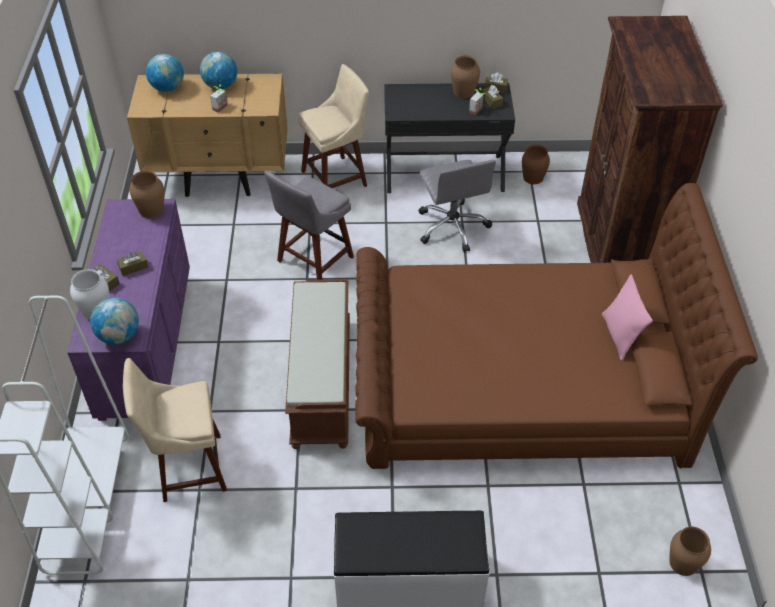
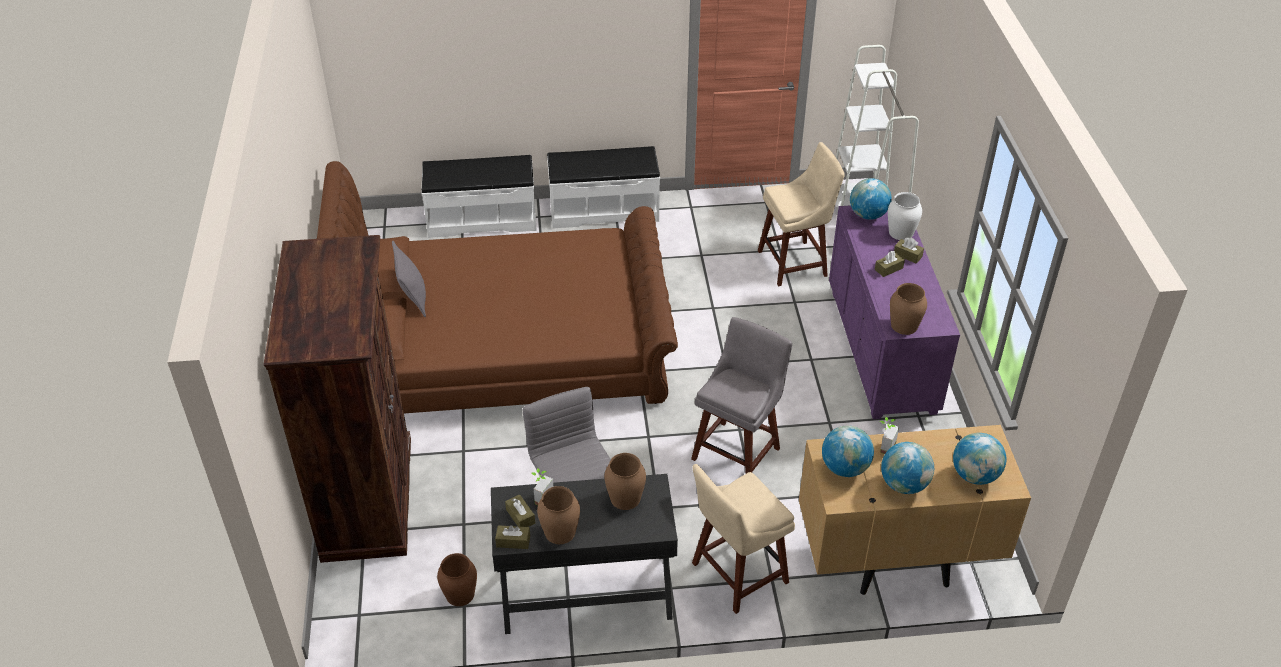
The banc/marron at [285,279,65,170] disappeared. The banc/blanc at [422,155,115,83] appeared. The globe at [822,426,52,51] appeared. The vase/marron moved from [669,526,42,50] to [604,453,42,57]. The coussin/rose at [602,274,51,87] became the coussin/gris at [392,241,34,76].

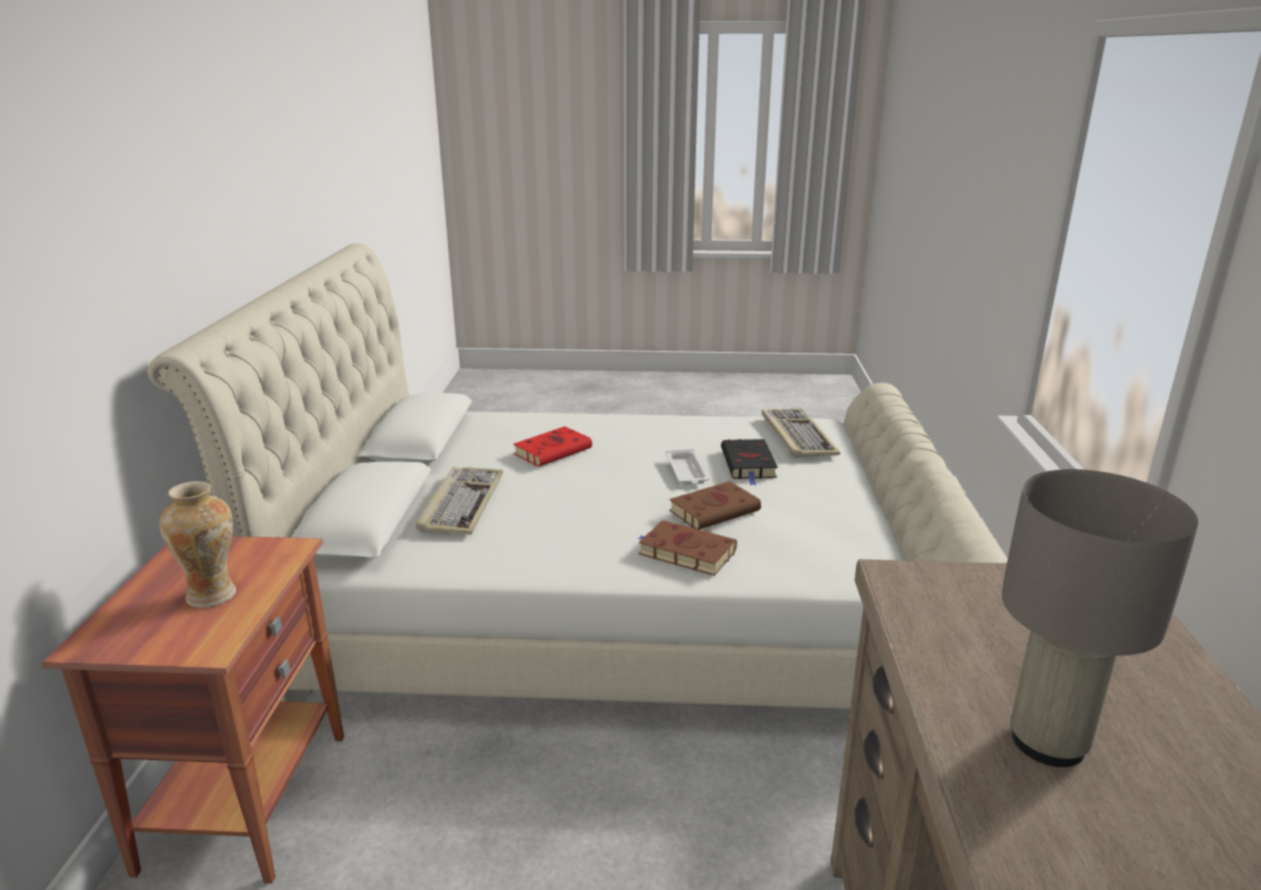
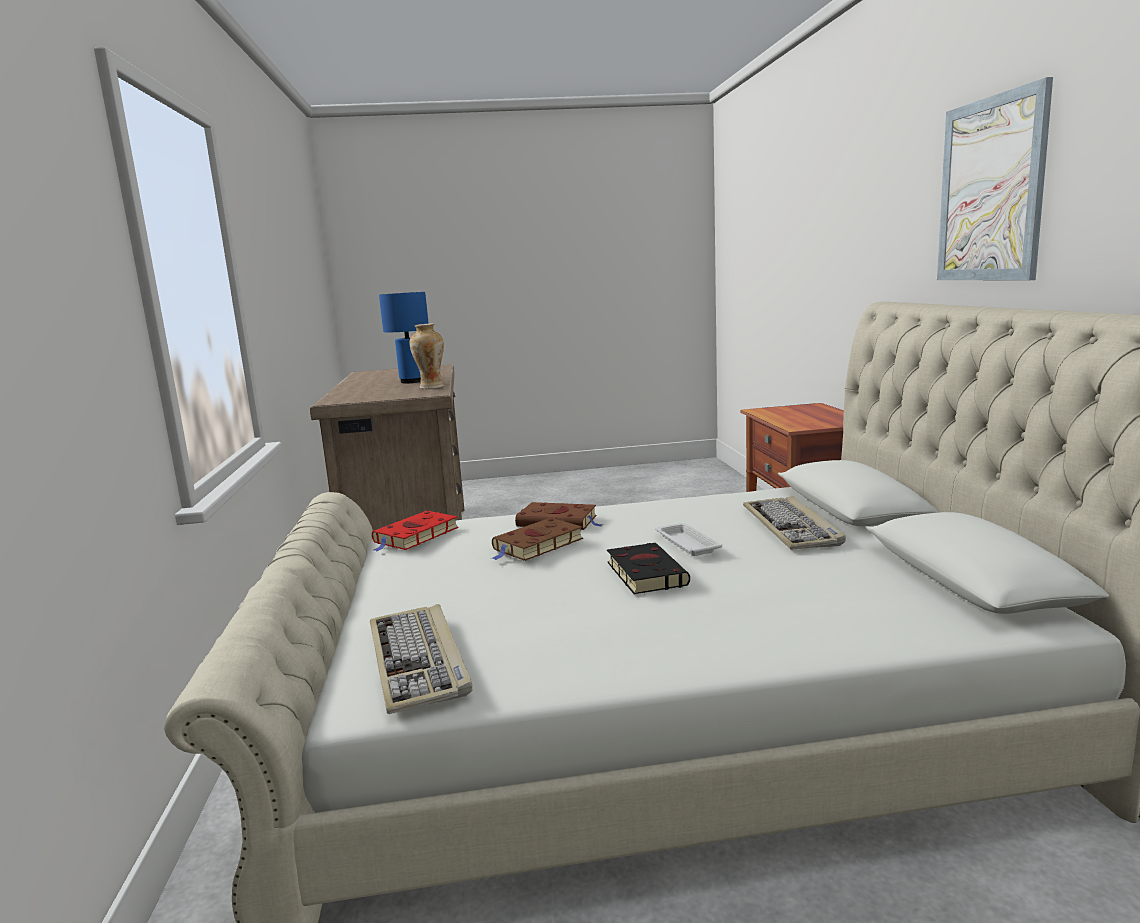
The tableau at [937,77,116,203] appeared. The vase moved from [159,481,77,127] to [409,323,35,66]. The livre/rouge moved from [513,426,79,41] to [372,511,87,41]. The plateau/blanc moved from [666,449,44,36] to [655,523,67,33]. The livre/noir moved from [721,439,57,46] to [607,543,83,51]. The lampe de table/gris at [1002,469,196,298] became the lampe de table/bleu at [379,292,50,91].

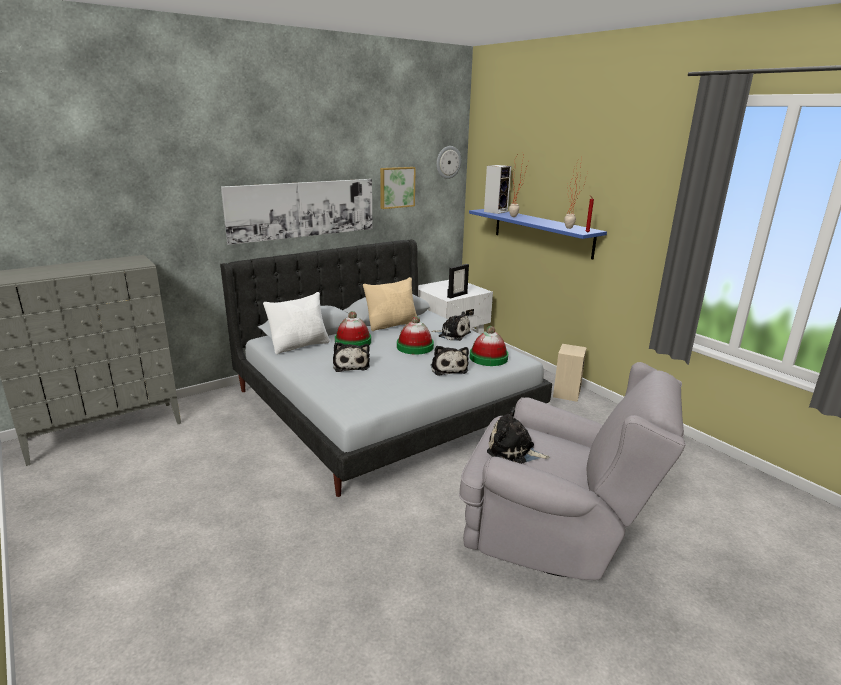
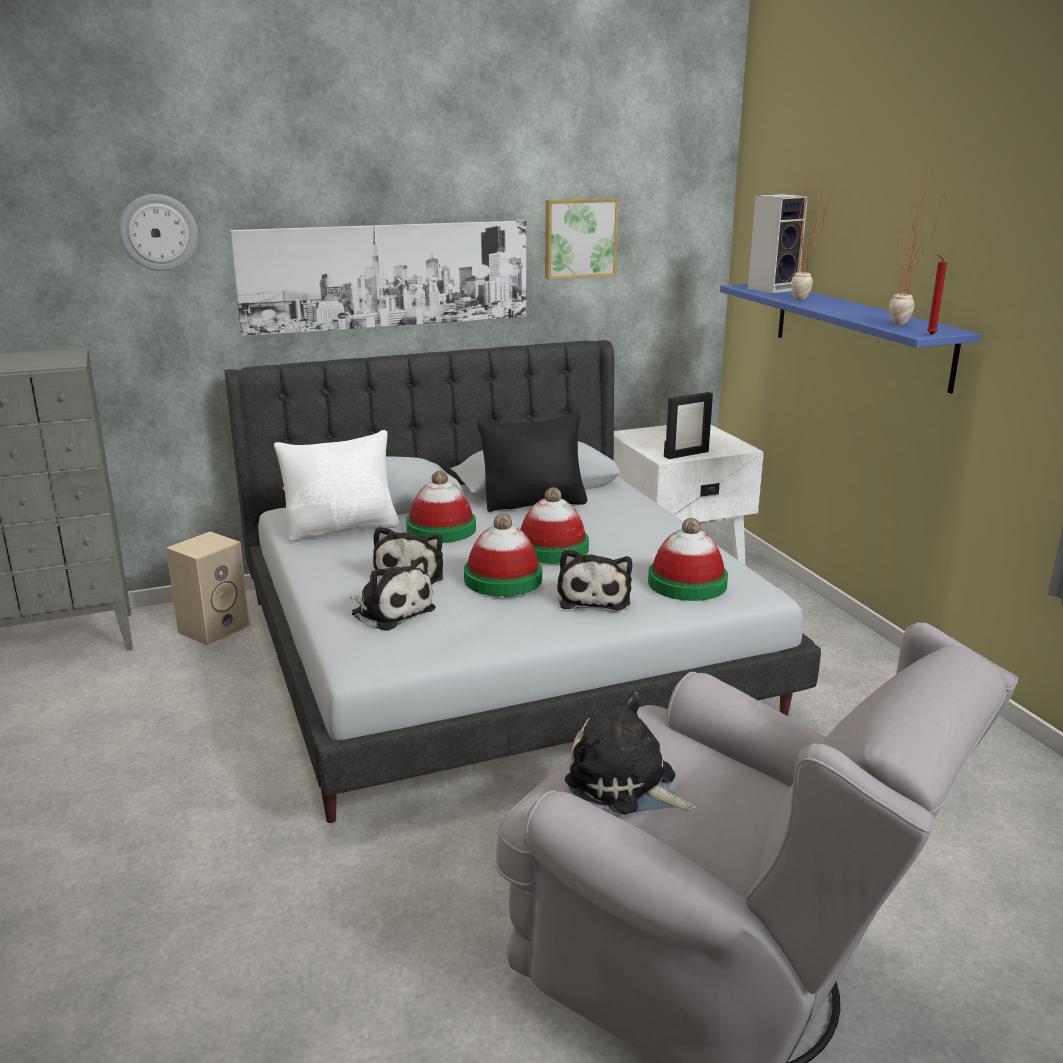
The chapeau at [464,514,78,83] appeared. The peluche moved from [431,311,40,30] to [350,557,86,74]. The horloge murale moved from [437,146,24,33] to [119,194,79,77]. The enceinte/beige moved from [553,344,34,58] to [166,531,84,115]. The coussin/beige at [363,277,54,54] became the coussin/noir at [477,412,110,100].

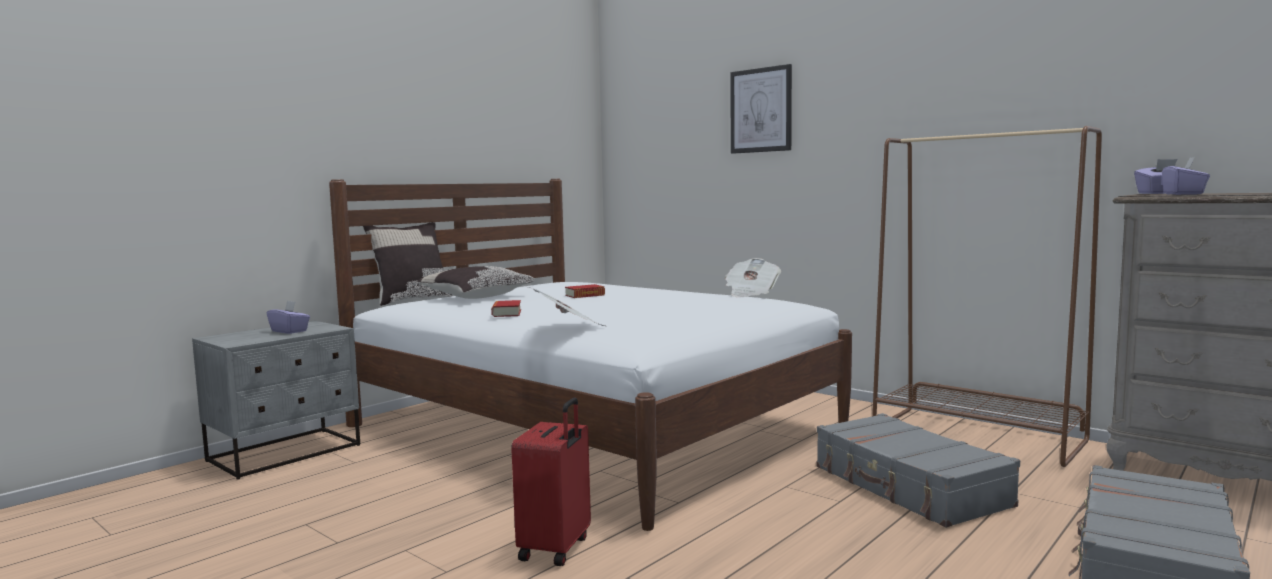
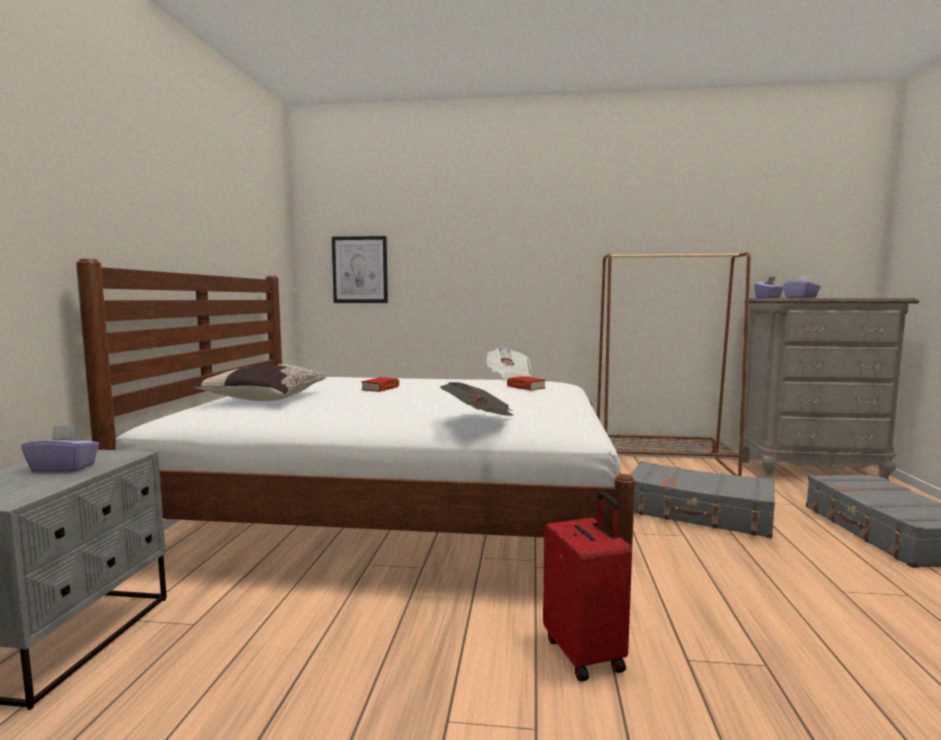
The coussin at [363,222,91,84] disappeared. The livre moved from [491,300,30,17] to [507,376,38,14]. The tableau moved from [730,64,62,90] to [332,236,56,67].

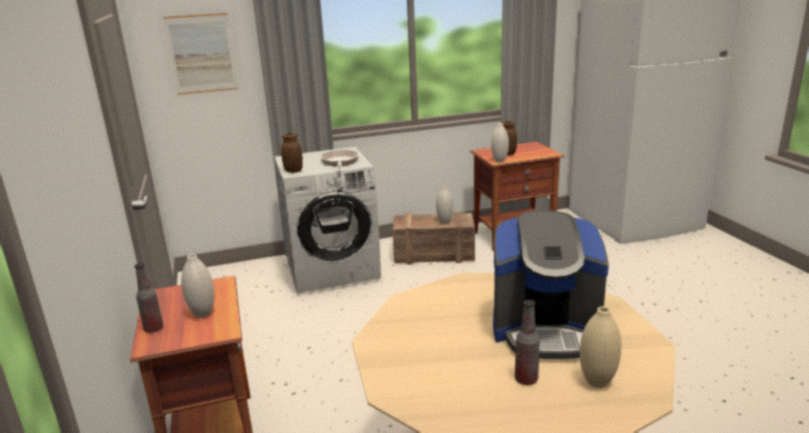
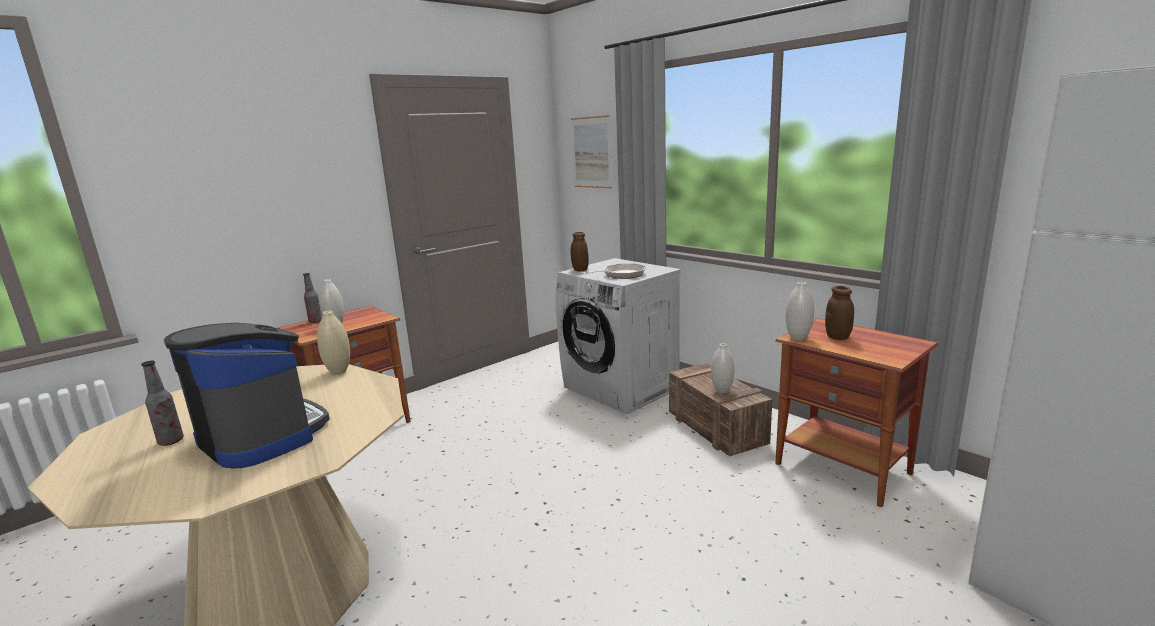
The vase/beige moved from [580,306,41,82] to [317,311,33,64]. The machine à café at [493,210,116,149] turned 150 degrees clockwise.

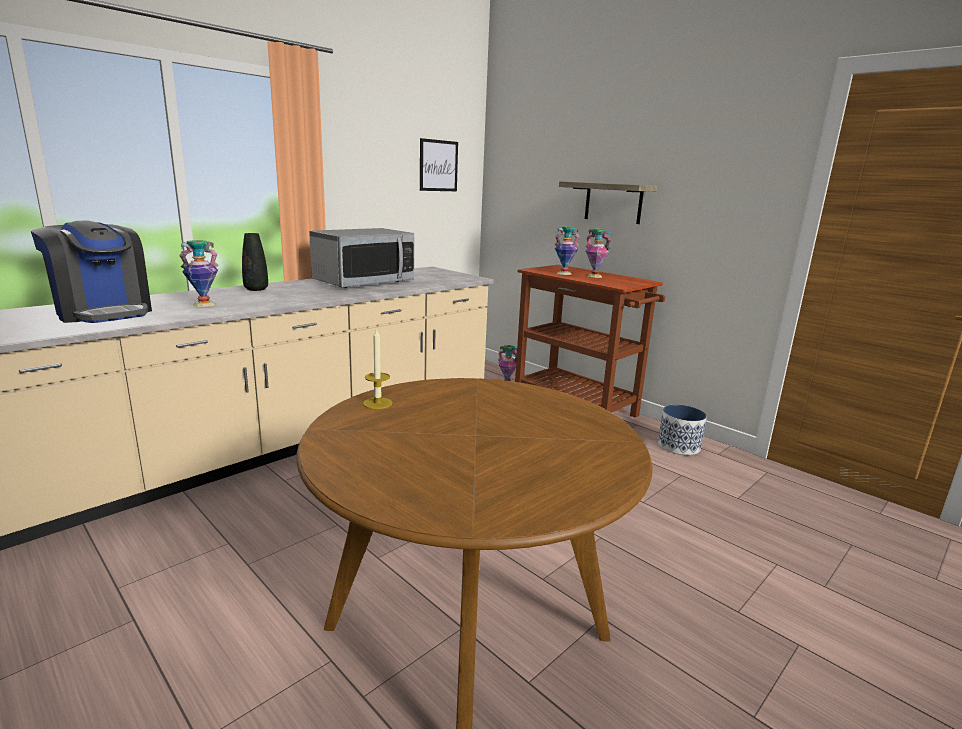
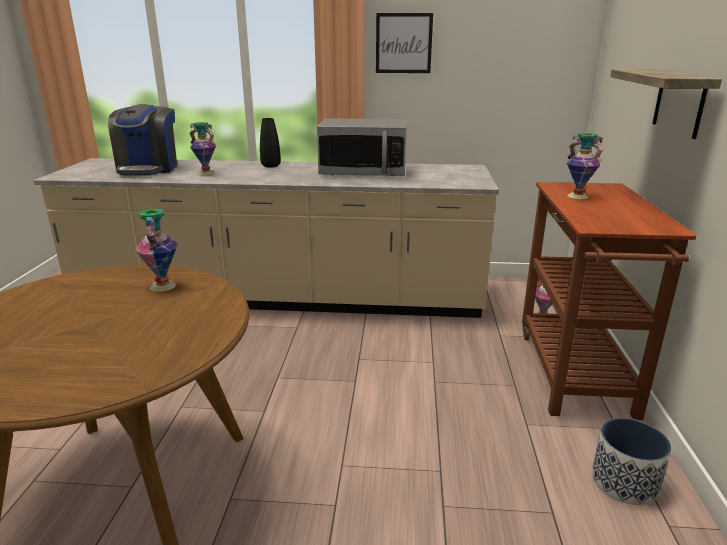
The bougie at [363,328,30,81] disappeared. The tableau moved from [420,138,38,53] to [376,13,57,60]. The vase moved from [585,229,26,49] to [135,209,43,83].

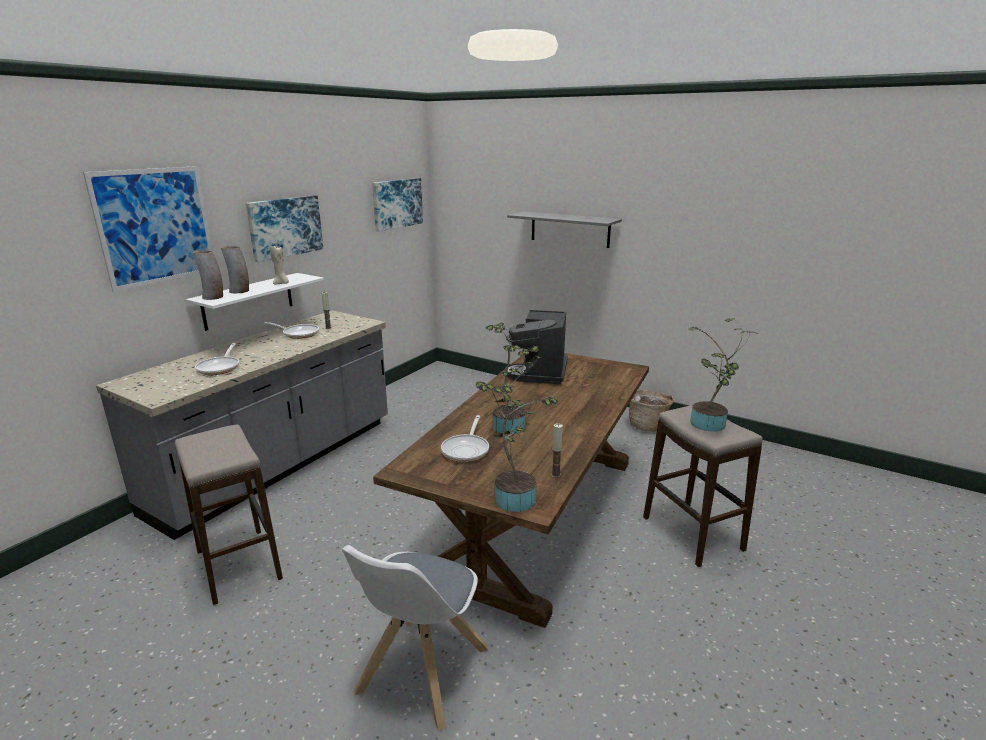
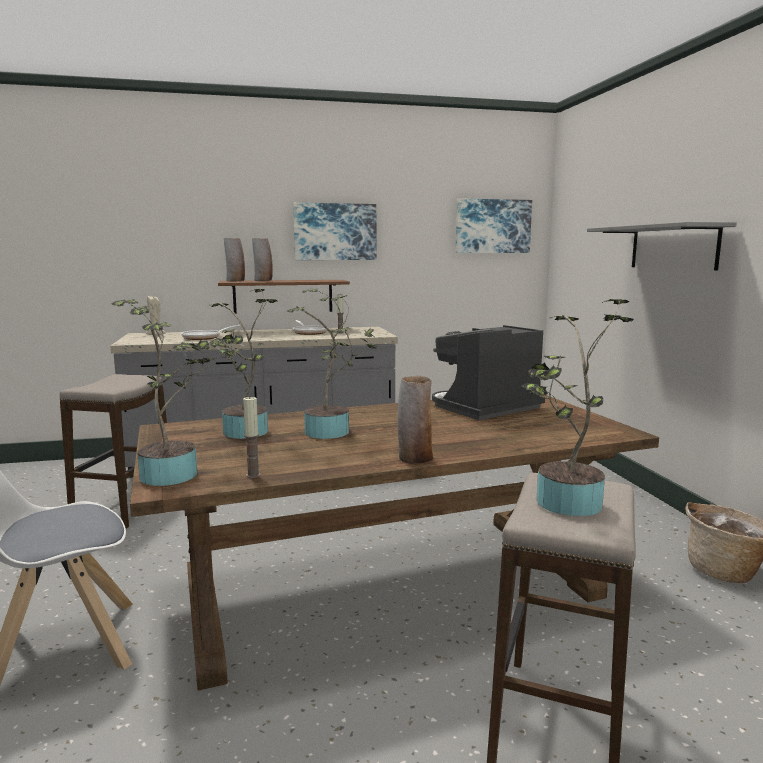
The tableau at [83,166,130,126] disappeared. The vase at [398,376,35,88] appeared. The bougie/beige moved from [270,246,19,38] to [146,296,20,39]. The poêle at [441,415,48,47] was replaced by the plante en pot at [209,289,68,150]. The étagère/blanc at [186,273,138,58] became the étagère/marron at [218,280,132,34].

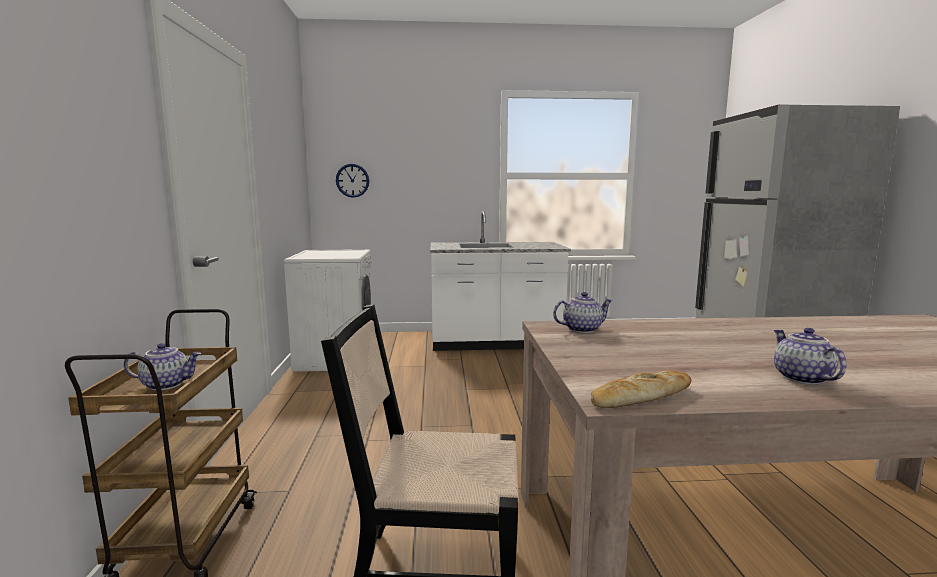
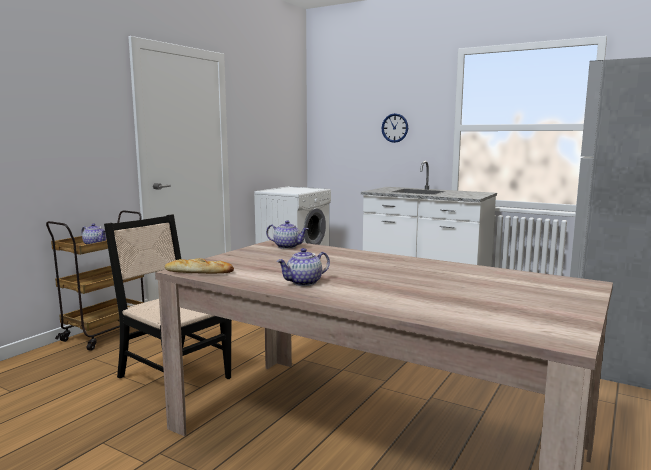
The horloge murale moved from [336,164,33,34] to [381,113,27,30]. The théière at [774,328,72,57] turned 150 degrees counterclockwise.

